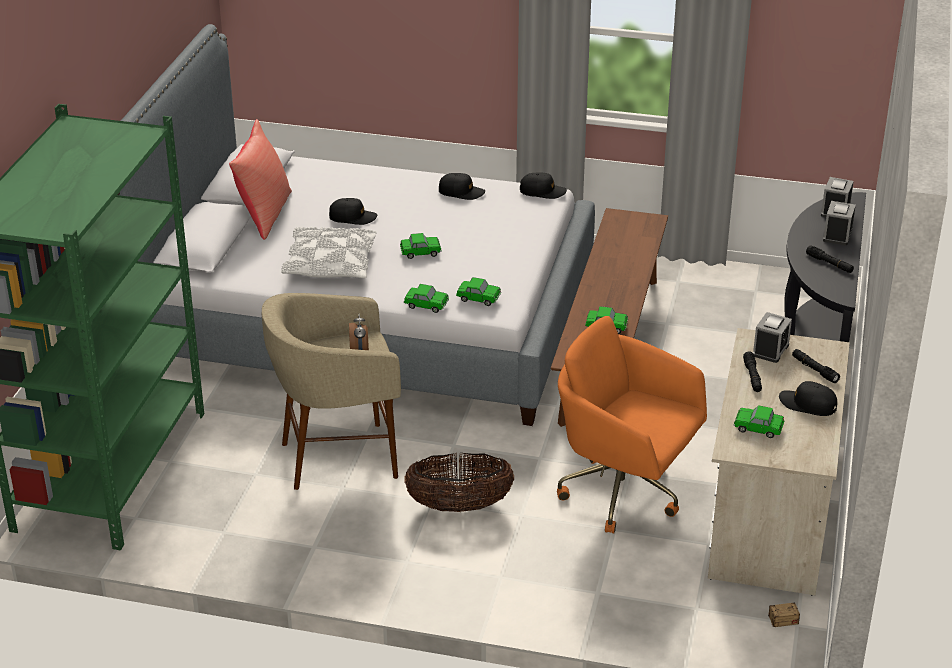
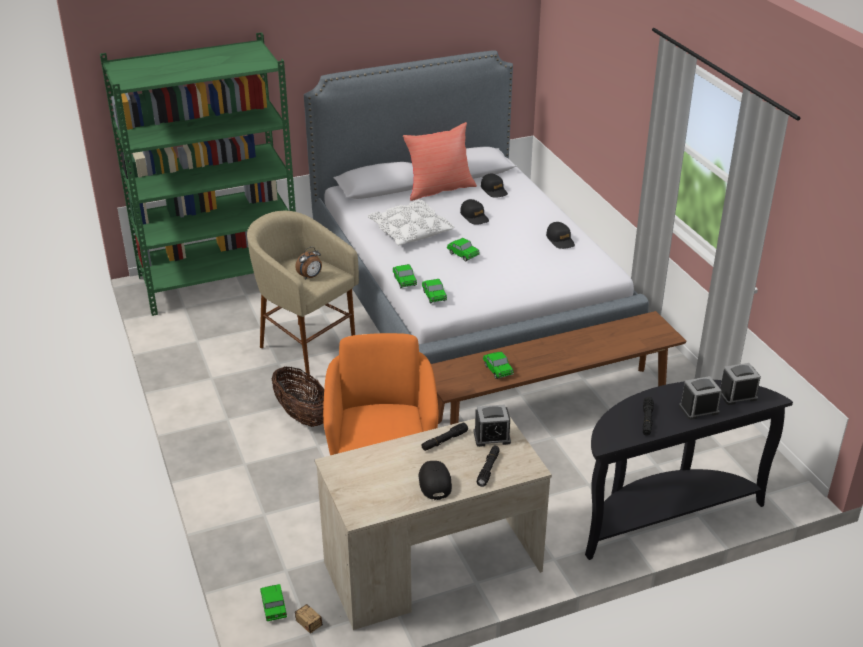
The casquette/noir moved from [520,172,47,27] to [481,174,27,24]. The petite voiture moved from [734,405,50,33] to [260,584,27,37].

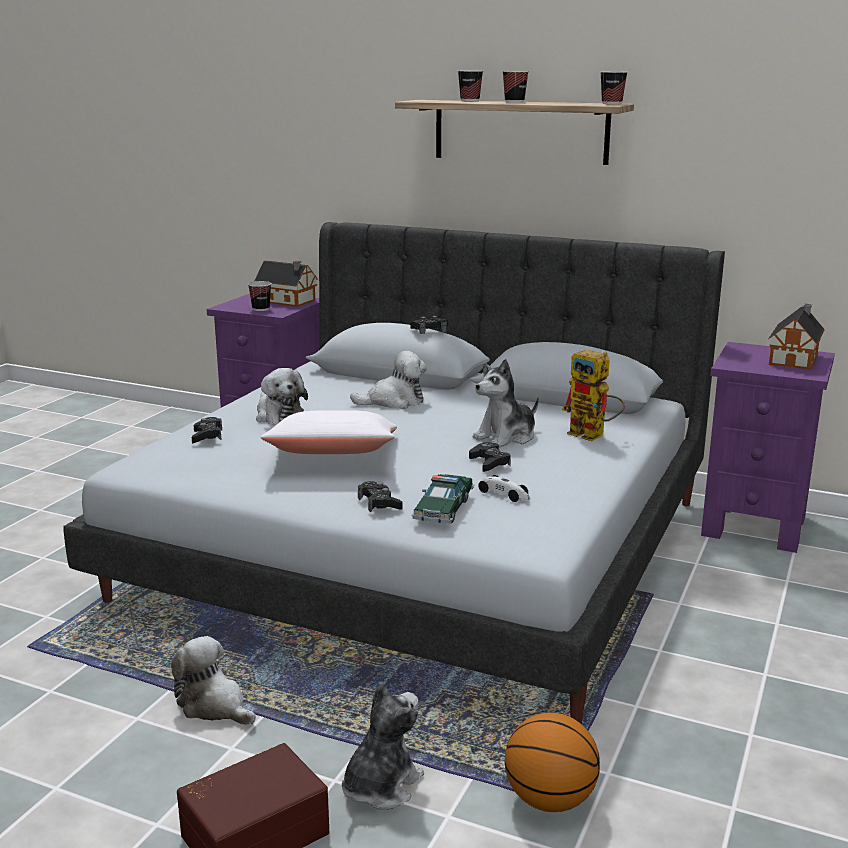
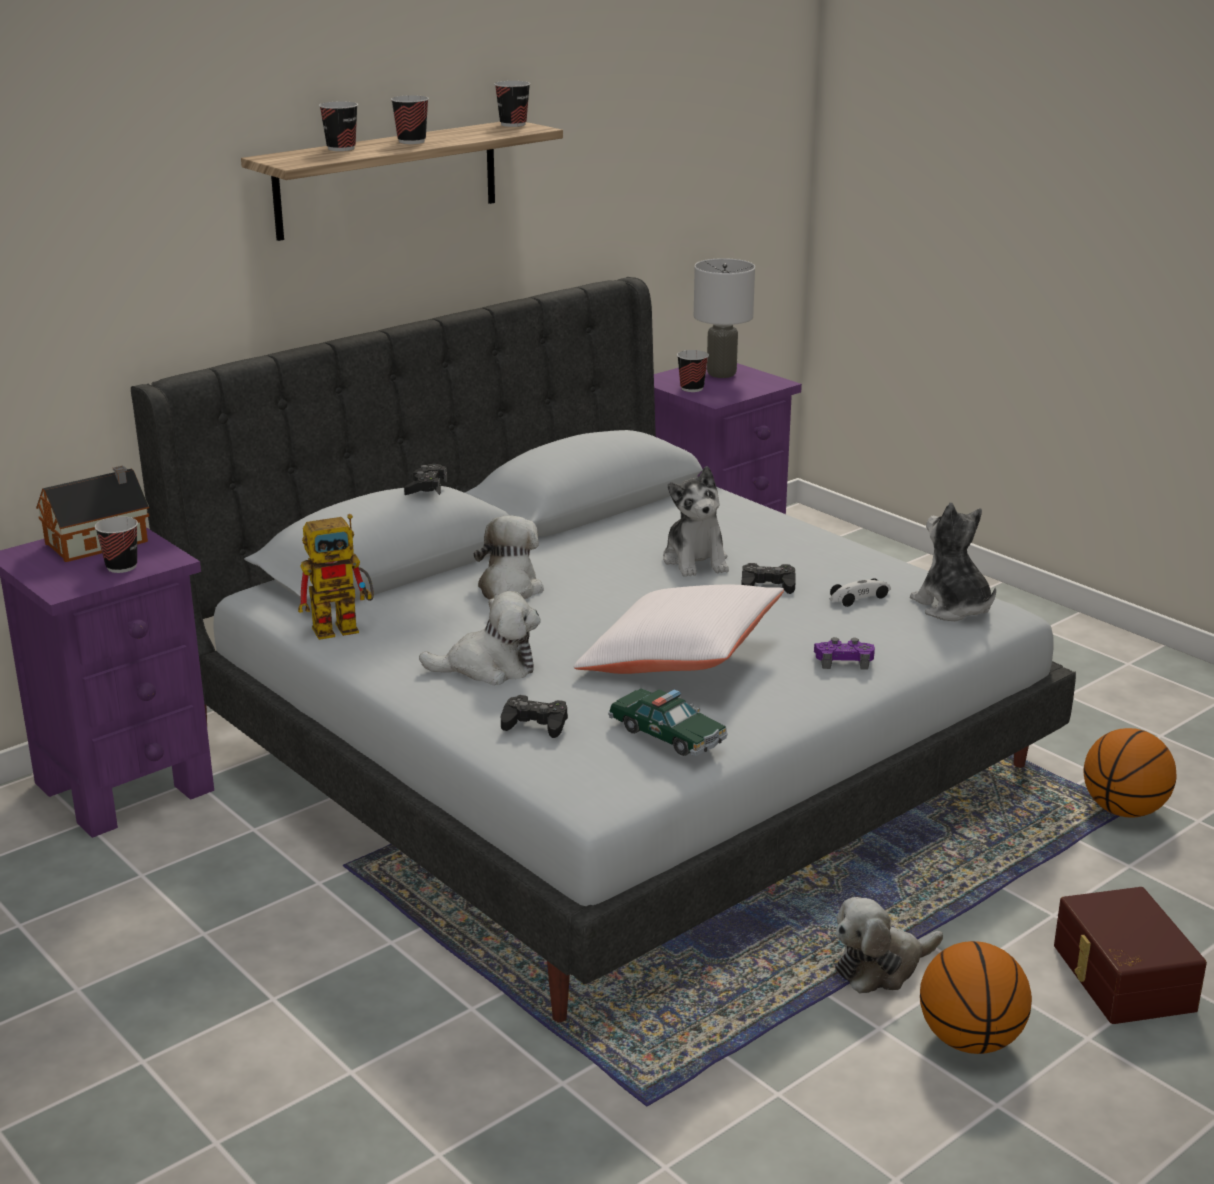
The tasse at [677,350,32,42] appeared. The ballon de basket at [920,941,112,113] appeared. The peluche moved from [342,682,82,128] to [910,502,86,119]. The petite voiture moved from [412,474,62,50] to [608,689,120,67]. The robot jouet moved from [562,350,63,91] to [298,514,76,126]. The maison miniature at [768,304,57,66] was replaced by the lampe de table/blanc at [694,258,61,120]. The manette/noir at [358,481,45,32] became the manette/violet at [814,637,61,33].

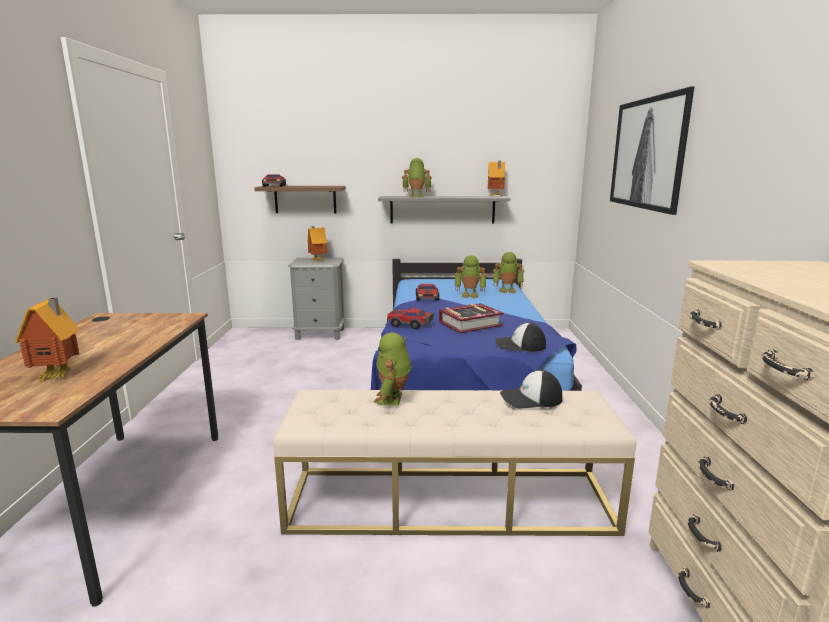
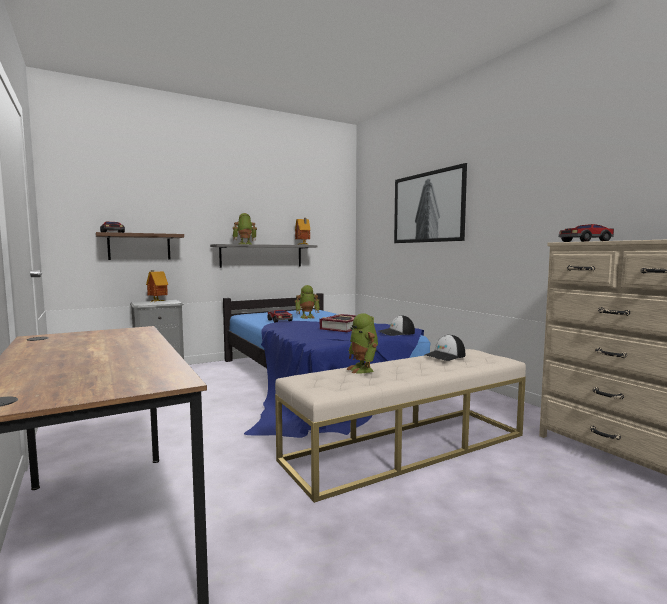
The maison miniature at [15,298,64,82] disappeared. The robot jouet at [493,252,31,41] disappeared. The petite voiture moved from [387,308,46,21] to [559,224,55,18].

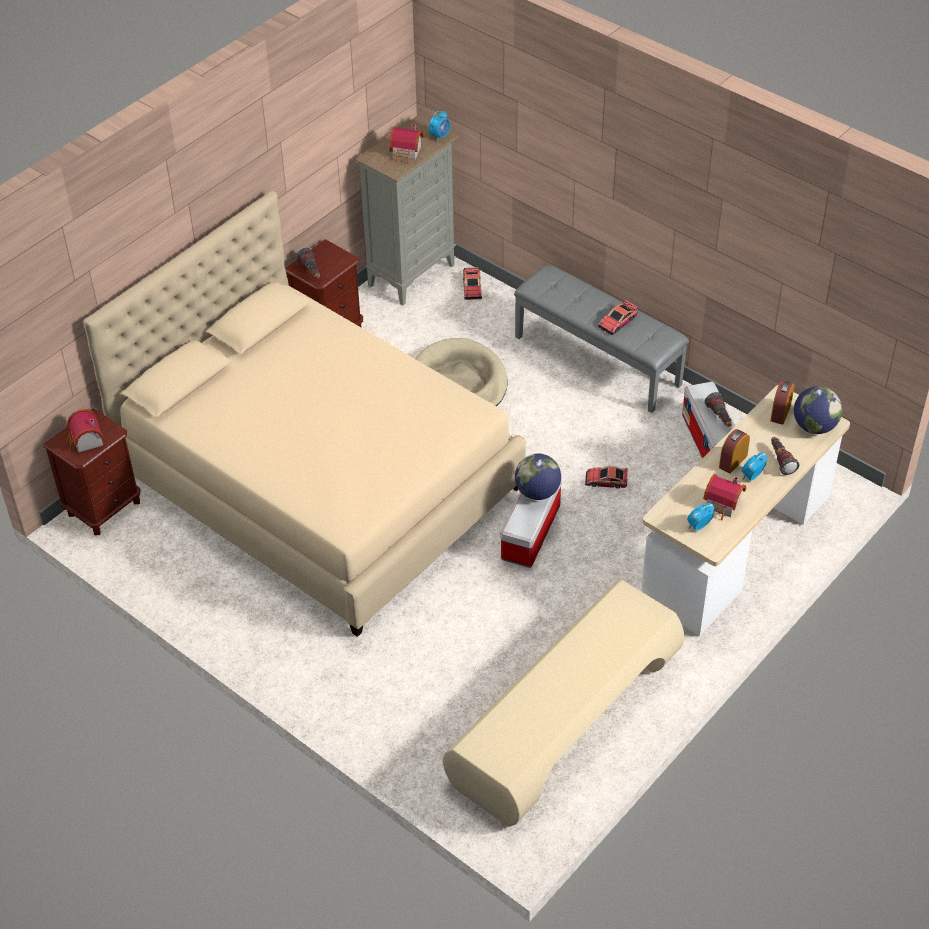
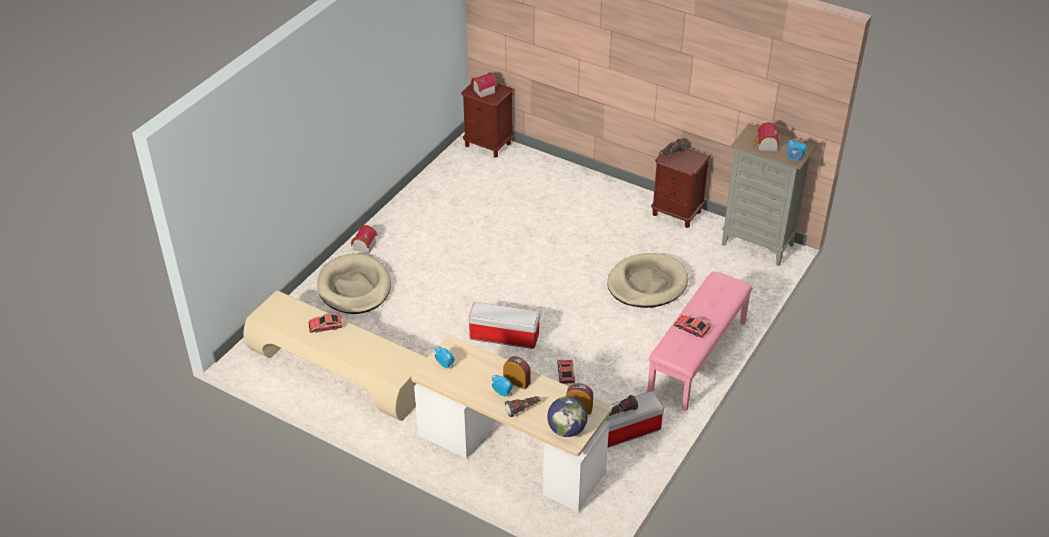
The lit/beige at [83,191,443,446] disappeared. The globe at [515,454,46,46] disappeared. The panier pour chien/beige at [317,253,74,61] appeared. The petite voiture moved from [463,267,19,33] to [309,313,33,20]. The maison miniature moved from [703,474,43,46] to [351,225,26,28]. The banc/gris at [514,265,175,148] became the banc/rose at [647,272,105,139].

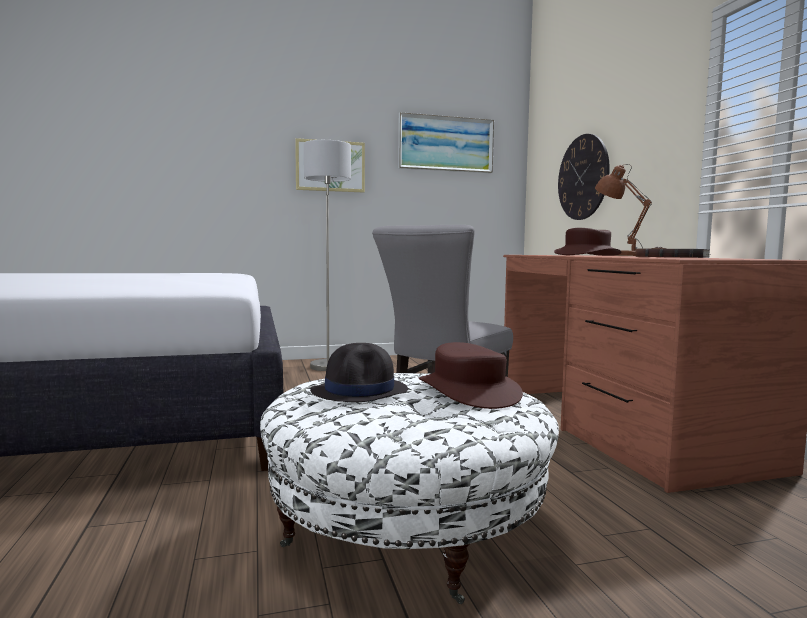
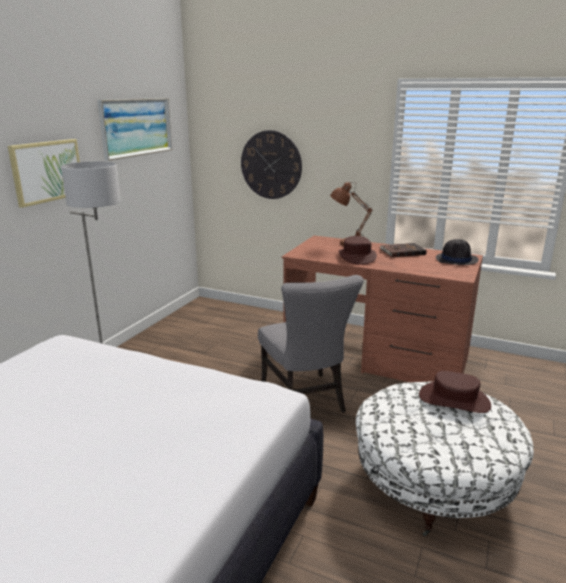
The chapeau/noir moved from [310,343,98,59] to [436,239,42,26].

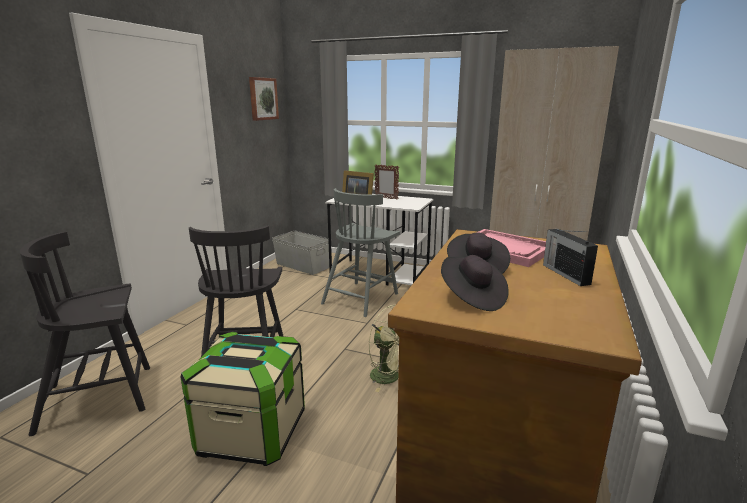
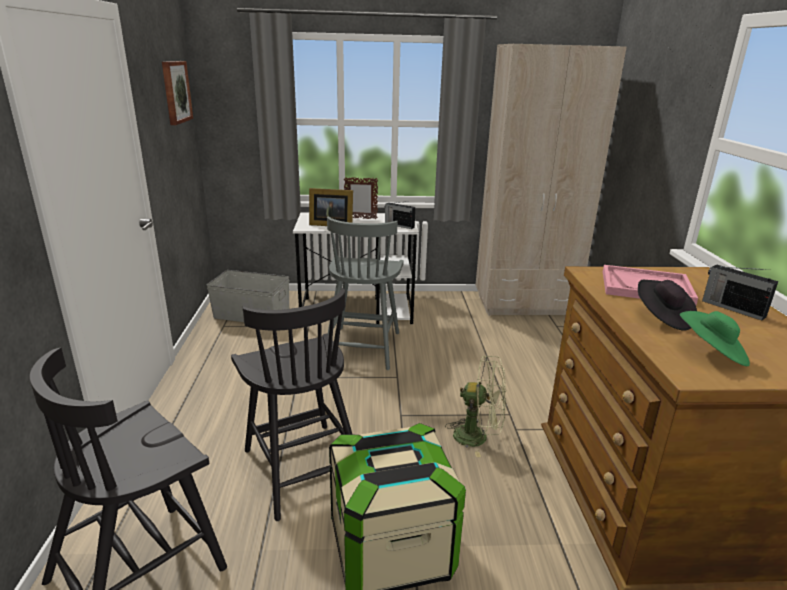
The radio at [385,201,30,28] appeared. The chapeau/noir at [441,255,68,56] became the chapeau/vert at [680,311,70,55].

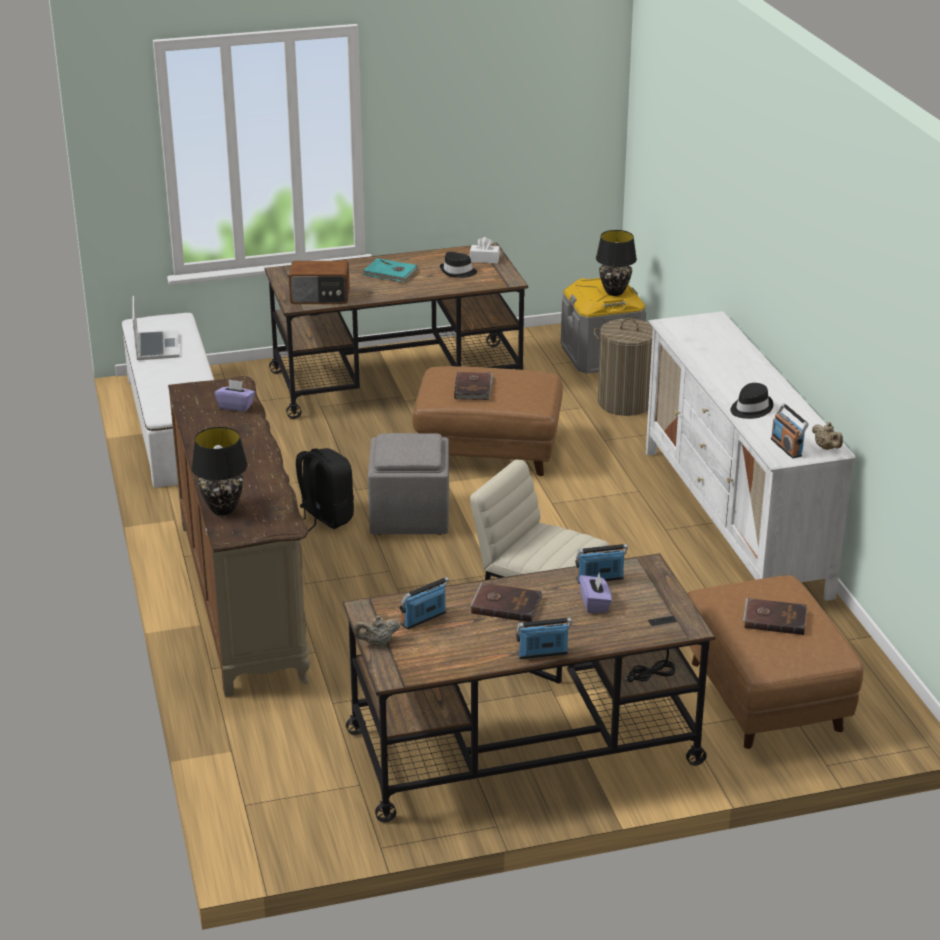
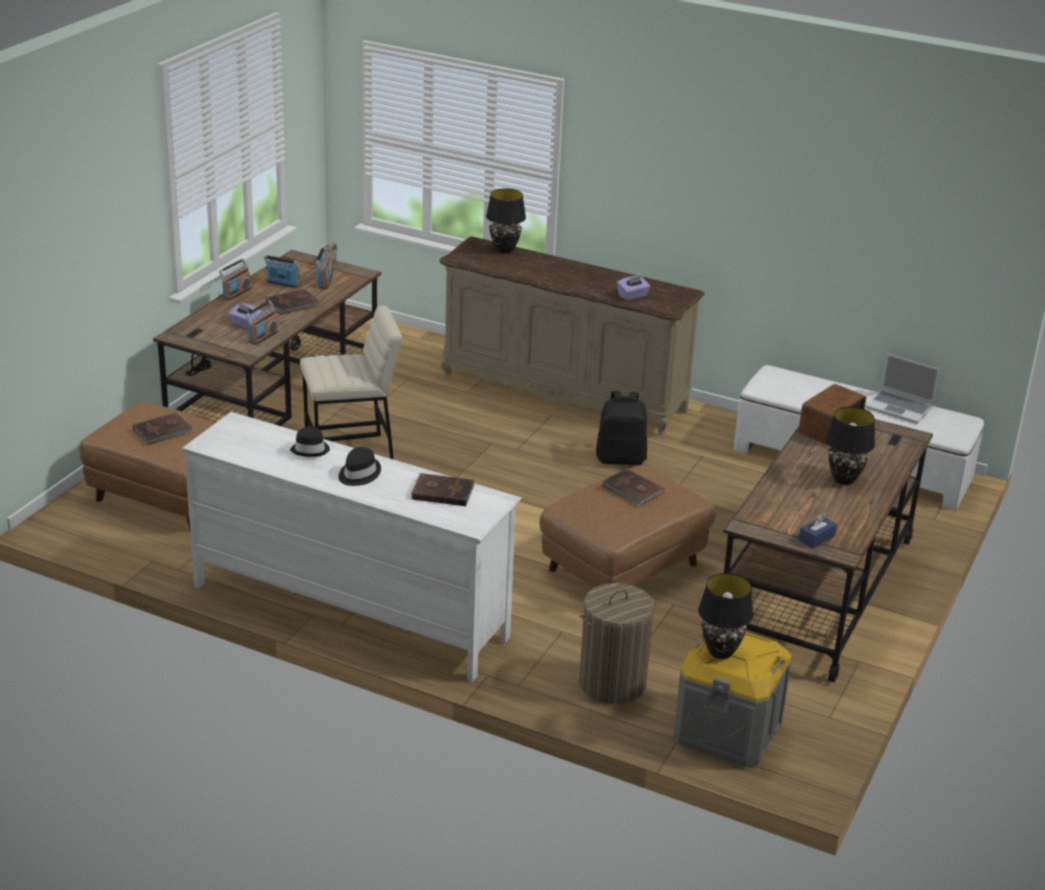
The pouf/gris at [368,433,81,102] disappeared. The théière/beige at [812,422,31,28] disappeared. The livre/marron at [411,473,64,33] appeared. The chapeau/noir moved from [440,252,37,26] to [338,447,43,39]. The radio moved from [771,403,38,55] to [264,255,37,33]. The livre/turquoise at [363,258,54,25] was replaced by the lampe de table/noir at [826,407,49,78]. The boîte à mouchoirs/blanc at [470,237,30,26] became the boîte à mouchoirs/bleu at [799,513,38,35].

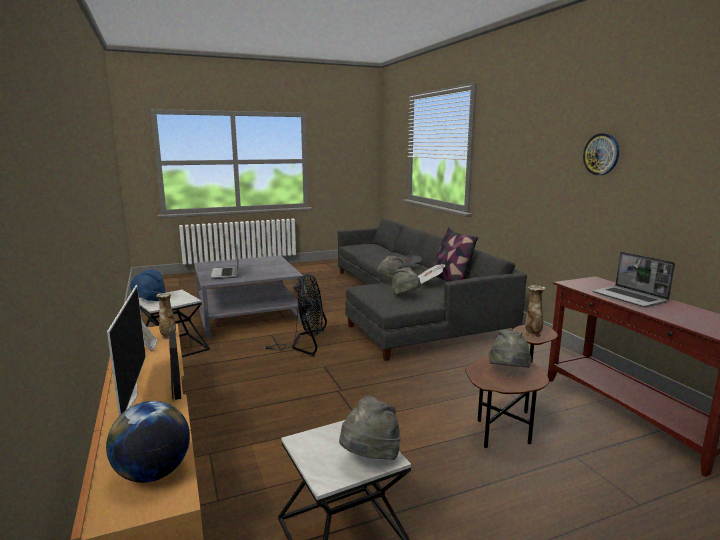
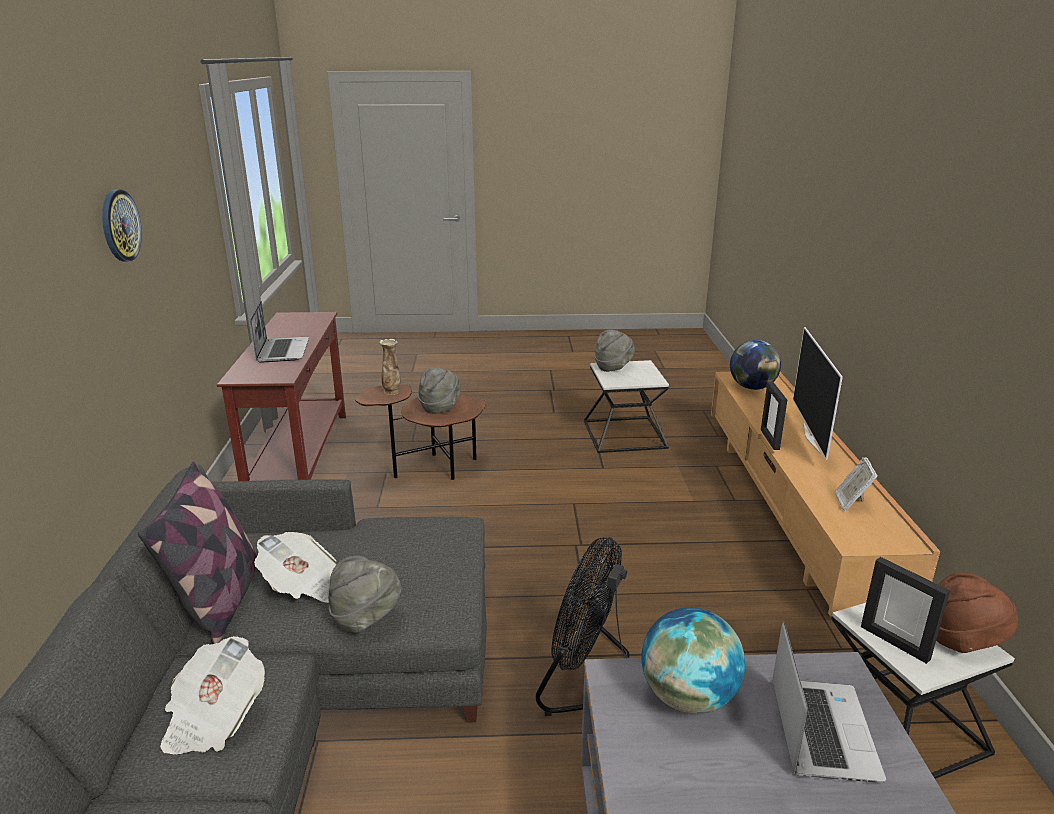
The vase at [156,292,20,47] disappeared. The chapeau/gris at [391,267,30,28] disappeared. The globe at [641,607,104,107] appeared. The cadre photo at [861,557,89,107] appeared. The chapeau/bleu at [130,270,35,31] became the chapeau/marron at [936,572,82,81].

